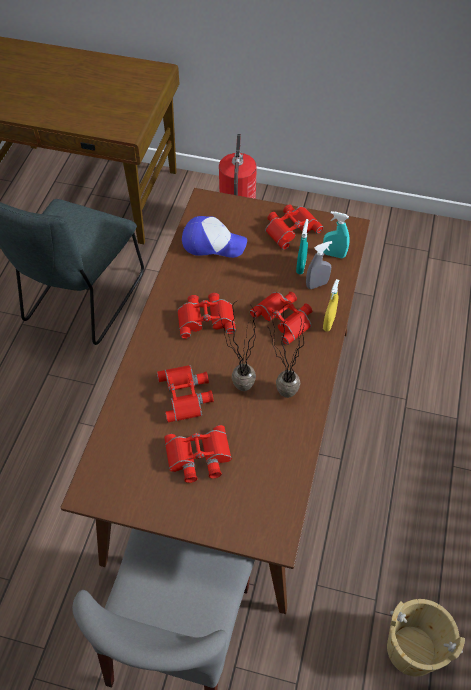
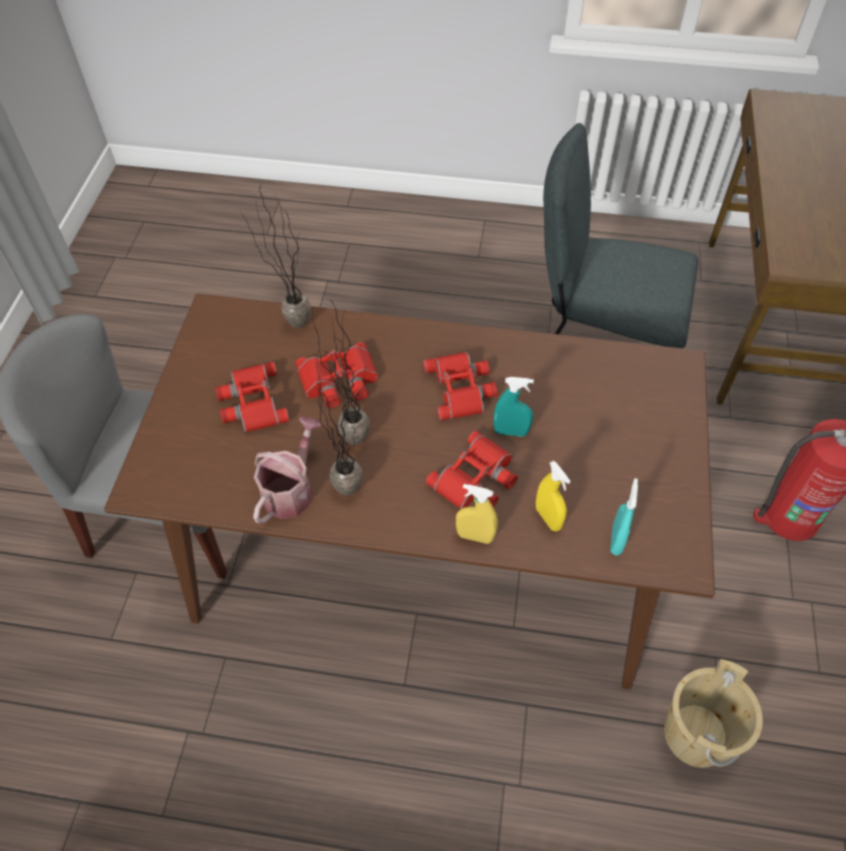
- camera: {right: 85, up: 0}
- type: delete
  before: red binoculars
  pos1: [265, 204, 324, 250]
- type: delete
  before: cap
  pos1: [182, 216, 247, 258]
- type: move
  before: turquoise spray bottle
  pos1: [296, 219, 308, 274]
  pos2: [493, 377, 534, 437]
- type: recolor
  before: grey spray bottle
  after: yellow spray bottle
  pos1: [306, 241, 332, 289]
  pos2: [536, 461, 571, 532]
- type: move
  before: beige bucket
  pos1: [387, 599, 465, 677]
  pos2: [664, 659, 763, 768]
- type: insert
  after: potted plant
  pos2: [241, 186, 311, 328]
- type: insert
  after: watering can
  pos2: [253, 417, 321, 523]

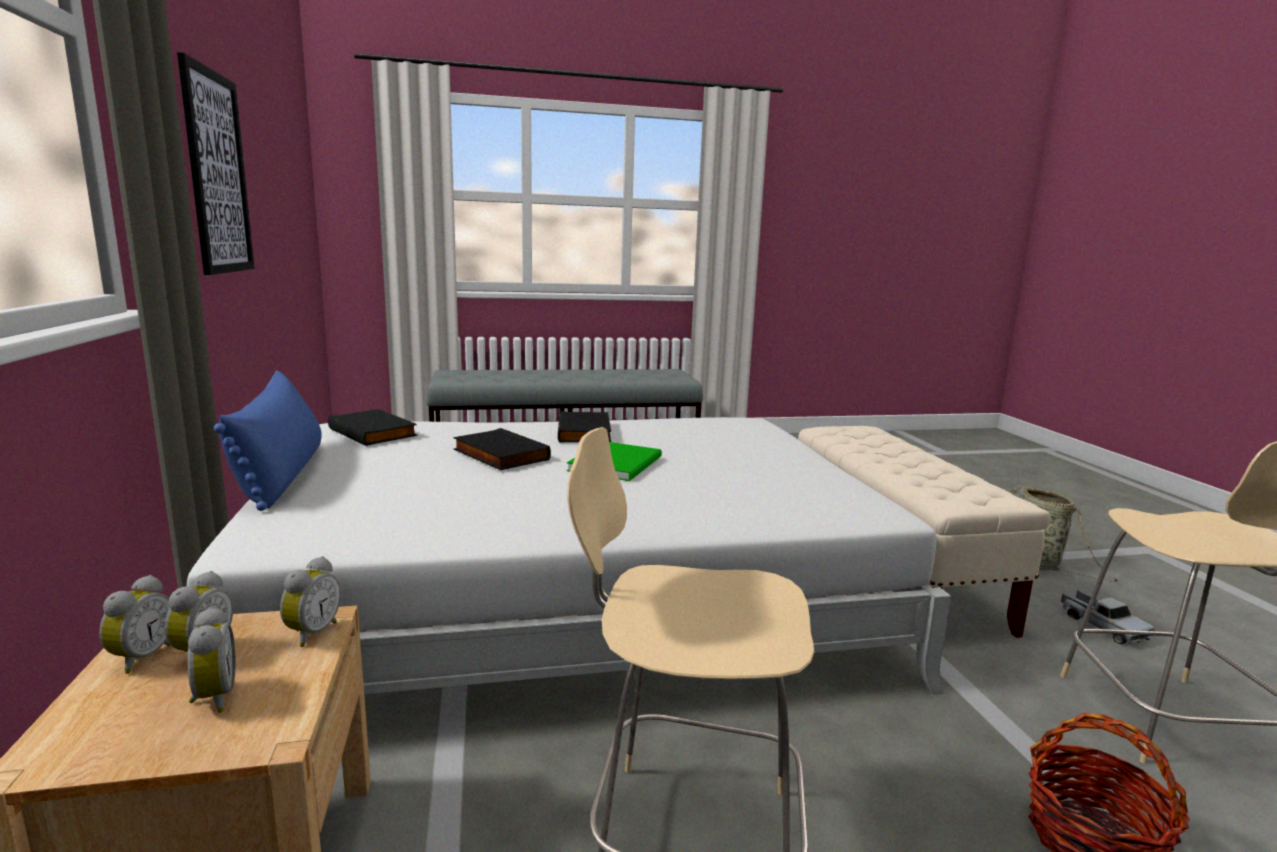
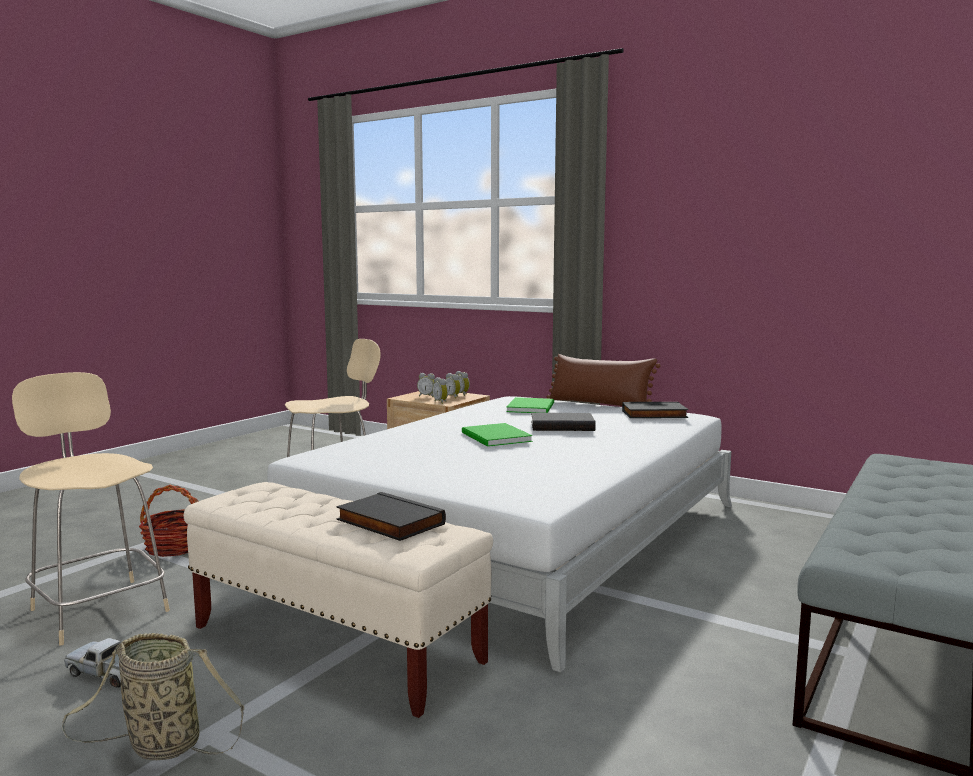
- camera: {right: 135, up: -5}
- type: delete
  before: picture
  pos1: [177, 52, 255, 275]
- type: recolor
  before: blue pillow
  after: brown pillow
  pos1: [214, 370, 322, 511]
  pos2: [547, 354, 660, 406]
- type: move
  before: black book
  pos1: [558, 411, 611, 443]
  pos2: [336, 492, 446, 541]
- type: insert
  after: green book
  pos2: [506, 397, 554, 413]

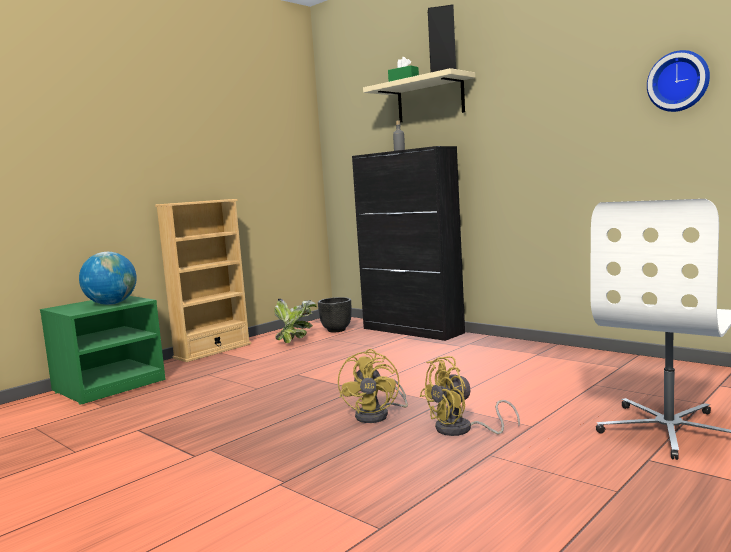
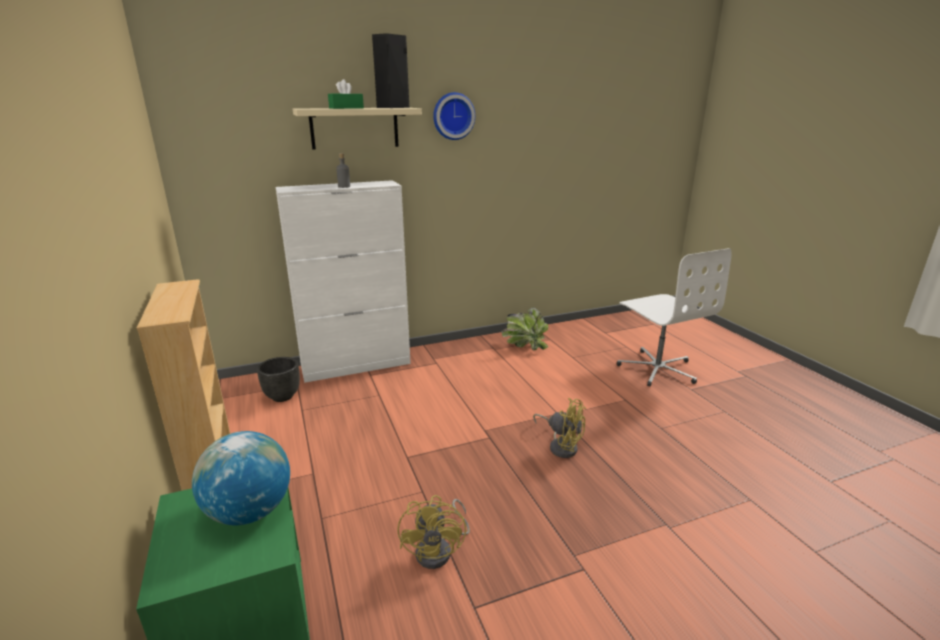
- camera: {right: -65, up: 15}
- type: move
  before: wall clock
  pos1: [647, 50, 710, 112]
  pos2: [433, 92, 475, 140]
- type: recolor
  before: black cabinet
  after: white cabinet
  pos1: [352, 146, 465, 341]
  pos2: [276, 180, 411, 383]
- type: move
  before: potted plant
  pos1: [274, 298, 317, 343]
  pos2: [501, 307, 549, 350]
- type: move
  before: yellow fan
  pos1: [420, 356, 520, 436]
  pos2: [397, 495, 470, 569]

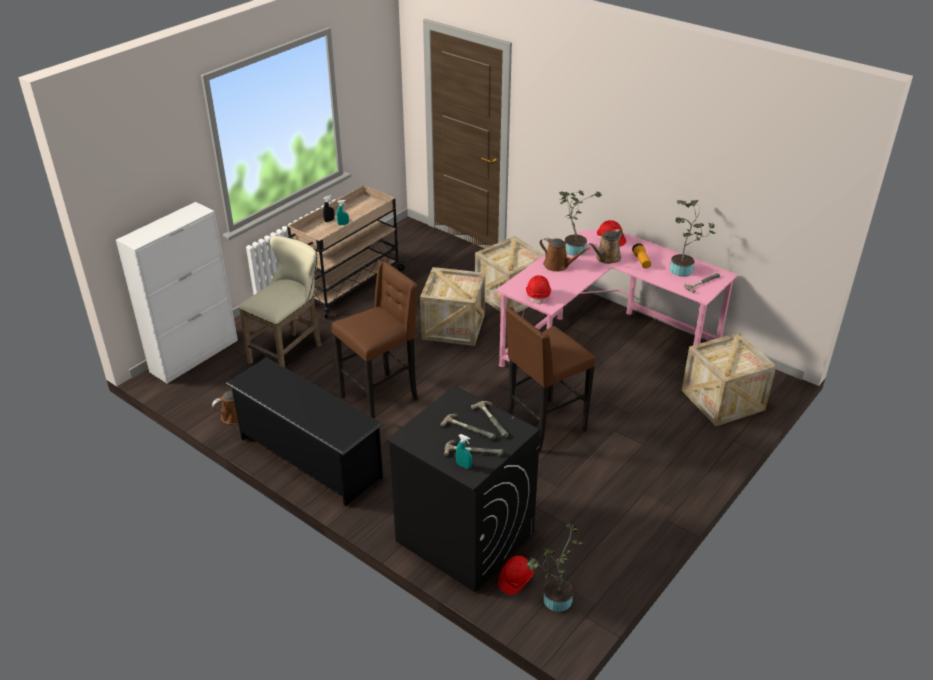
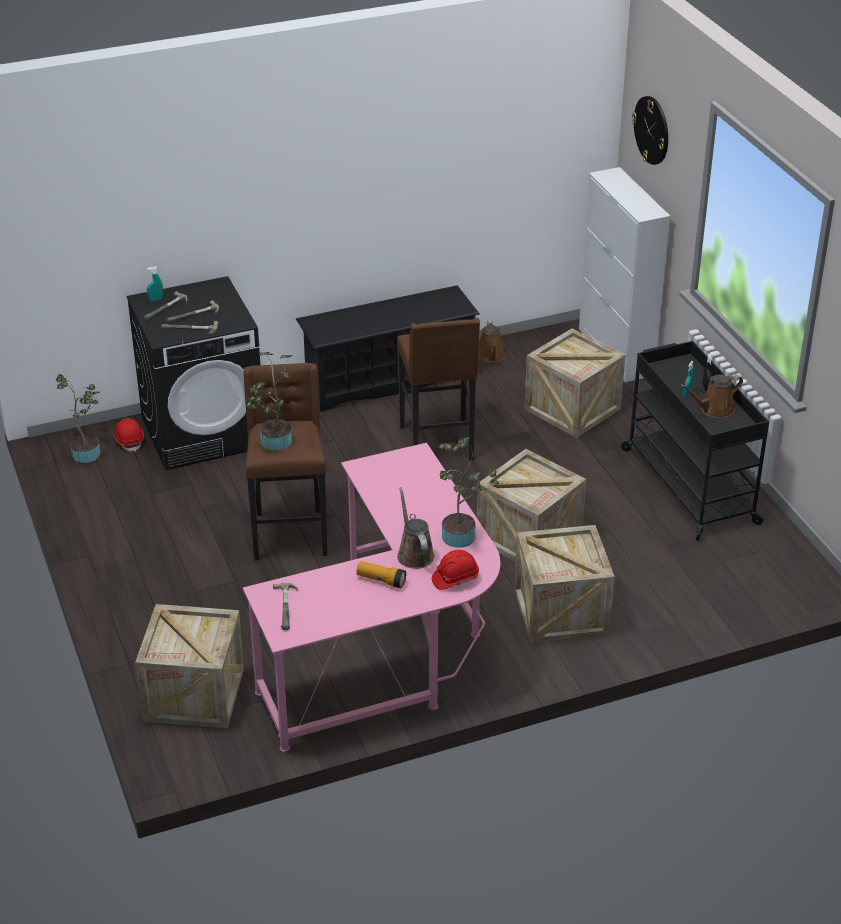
- camera: {right: 120, up: 0}
- type: recolor
  before: beige cart
  after: black cart
  pos1: [287, 185, 406, 318]
  pos2: [621, 341, 769, 541]
- type: move
  before: potted plant
  pos1: [670, 200, 715, 277]
  pos2: [245, 352, 293, 451]
- type: replace
  before: beige stool
  after: crate
  pos1: [239, 236, 322, 368]
  pos2: [524, 328, 625, 438]
- type: move
  before: brown watering can
  pos1: [540, 237, 590, 272]
  pos2: [680, 374, 743, 418]
- type: delete
  before: red hard hat
  pos1: [526, 275, 551, 305]
- type: insert
  after: wall clock
  pos2: [632, 96, 668, 165]

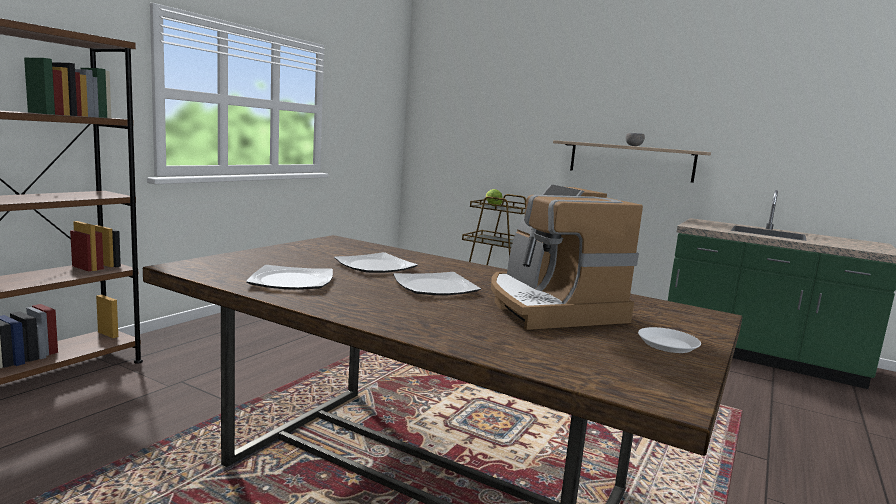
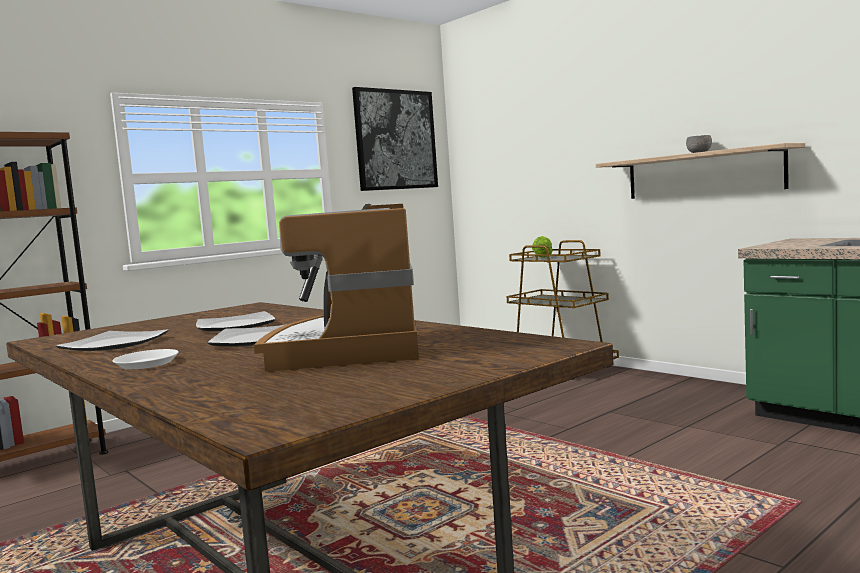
- camera: {right: 20, up: -5}
- type: move
  before: white plate
  pos1: [638, 327, 701, 353]
  pos2: [112, 349, 179, 369]
- type: insert
  after: picture
  pos2: [352, 87, 438, 191]

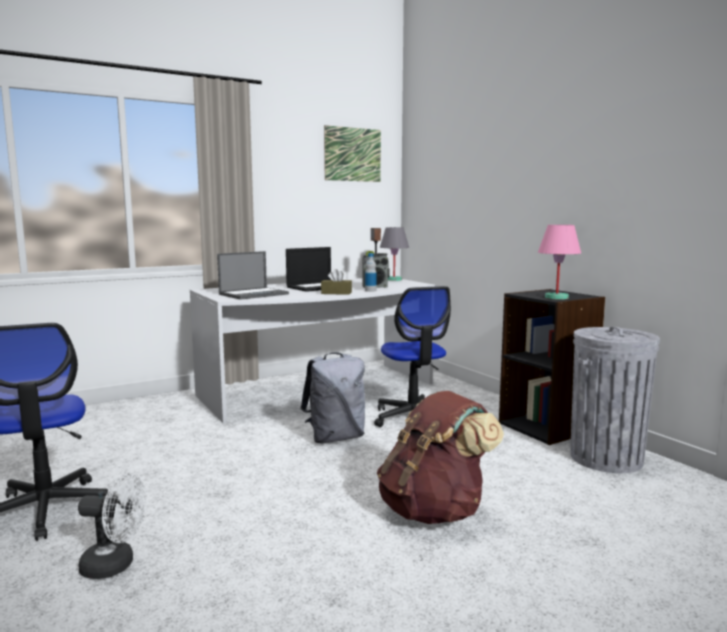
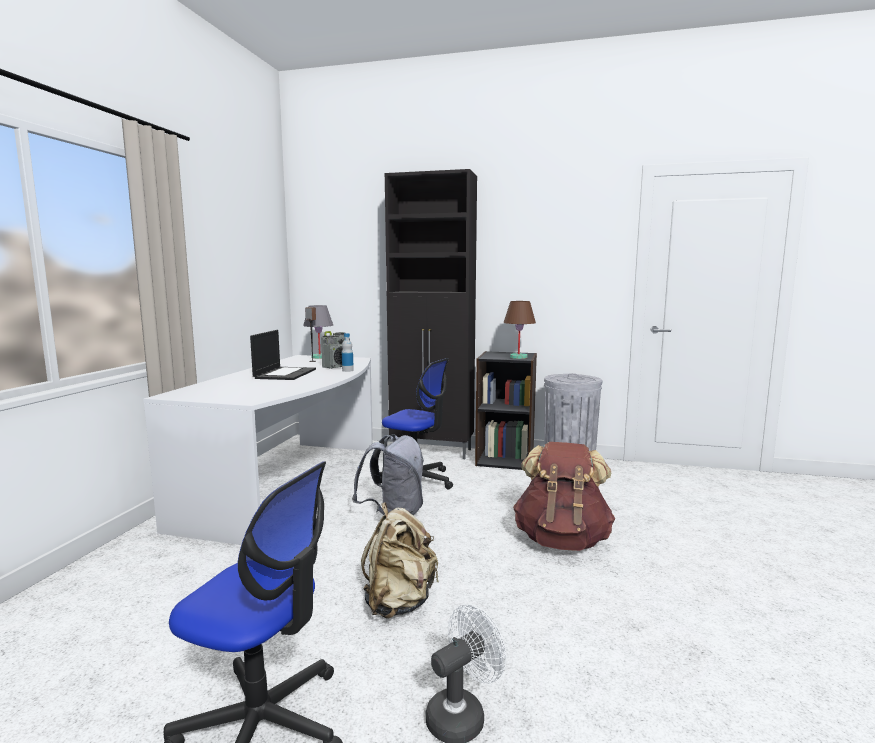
- camera: {right: -45, up: 0}
- type: delete
  before: picture
  pos1: [324, 125, 381, 182]
- type: recolor
  before: pink table lamp
  after: brown table lamp
  pos1: [538, 225, 581, 300]
  pos2: [504, 301, 536, 359]
- type: delete
  before: laptop
  pos1: [217, 251, 289, 300]
- type: delete
  before: brown tissue box
  pos1: [321, 269, 352, 295]
- type: insert
  after: black cabinet
  pos2: [385, 169, 477, 459]
- type: insert
  after: beige backpack
  pos2: [361, 502, 439, 619]

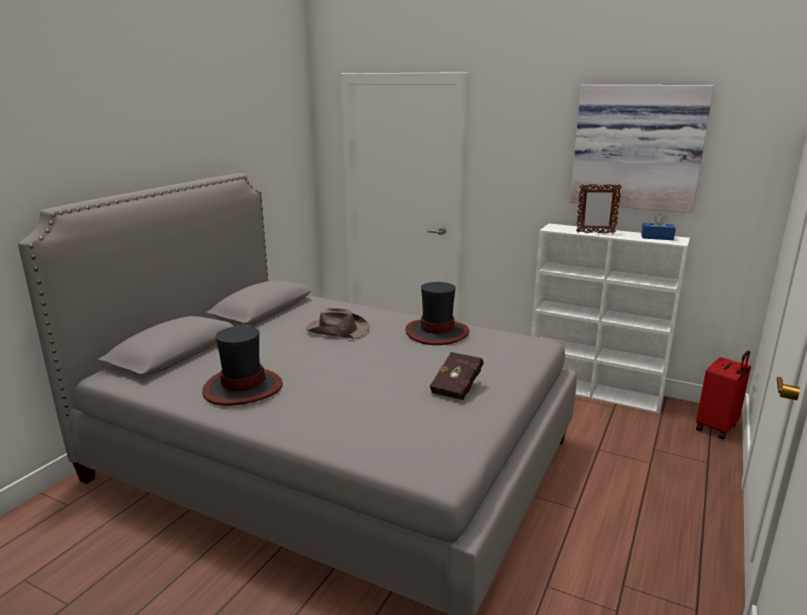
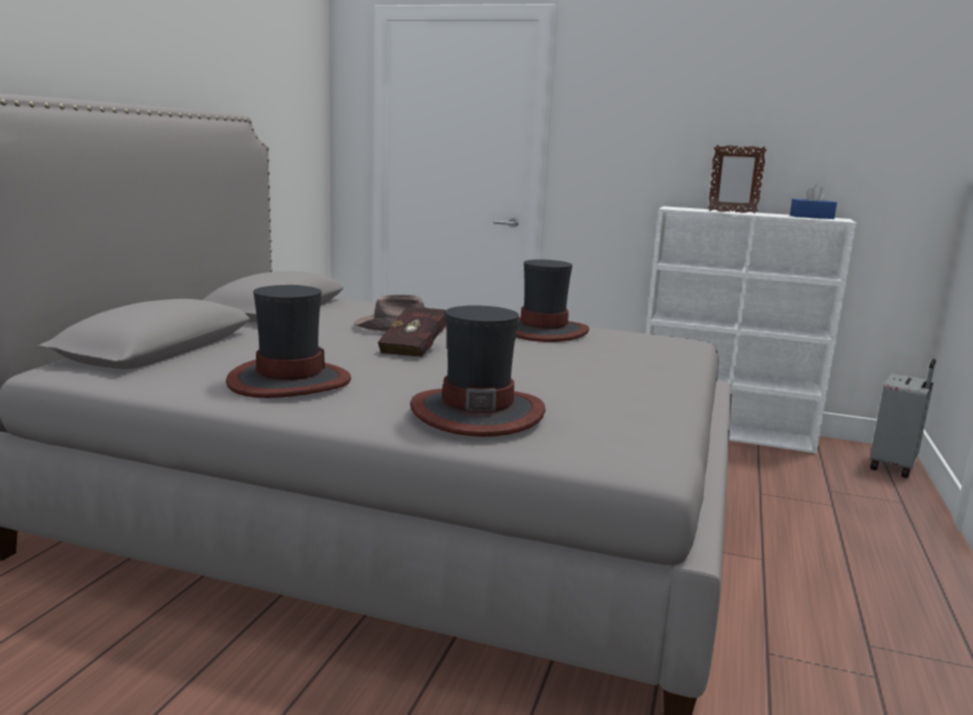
- camera: {right: -10, up: -5}
- type: delete
  before: picture
  pos1: [570, 85, 714, 213]
- type: recolor
  before: red suitcase
  after: grey suitcase
  pos1: [696, 351, 751, 439]
  pos2: [870, 359, 936, 478]
- type: move
  before: red book
  pos1: [430, 352, 484, 400]
  pos2: [378, 306, 446, 357]
- type: insert
  after: hat
  pos2: [410, 305, 546, 437]

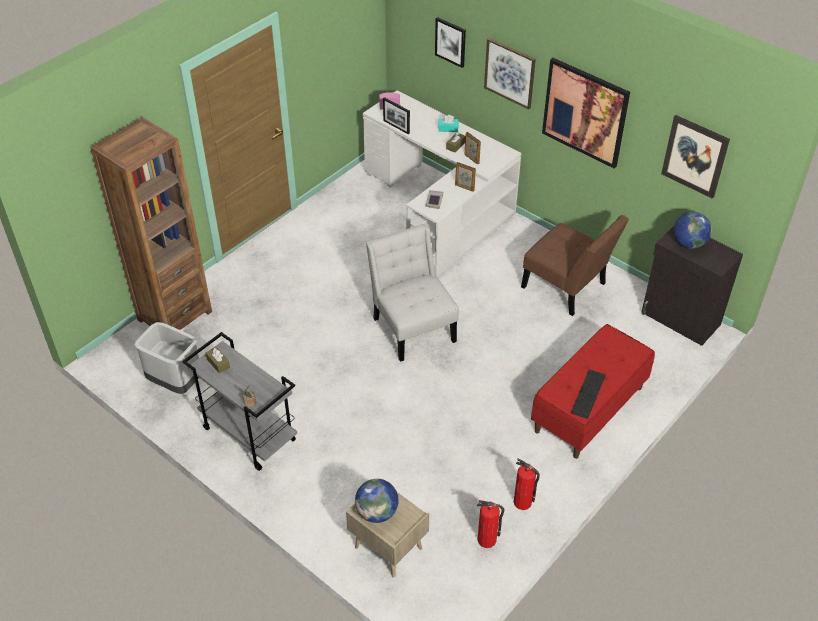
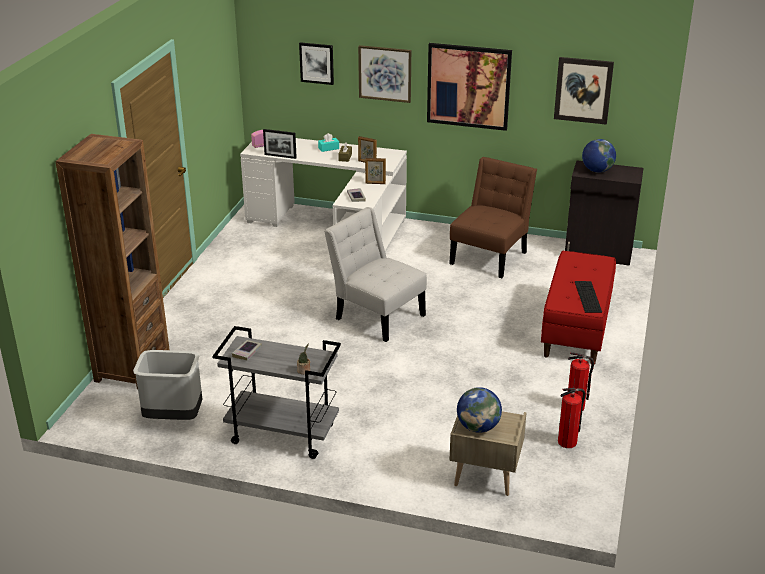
- camera: {right: -25, up: -15}
- type: rotate
  before: brown chair
  pos1: [521, 215, 629, 316]
  pos2: [449, 157, 537, 278]
  turn: -75
- type: replace
  before: brown tissue box
  after: book
  pos1: [206, 347, 230, 374]
  pos2: [232, 340, 262, 360]

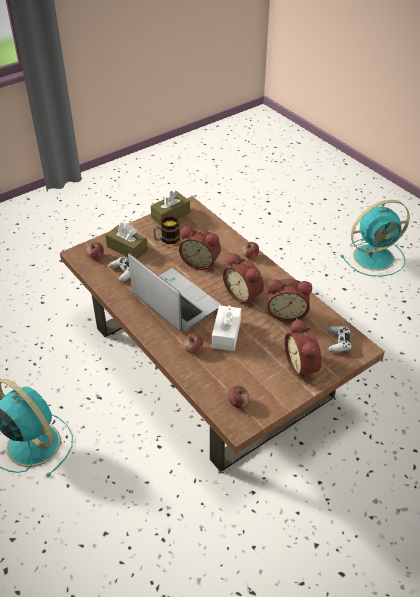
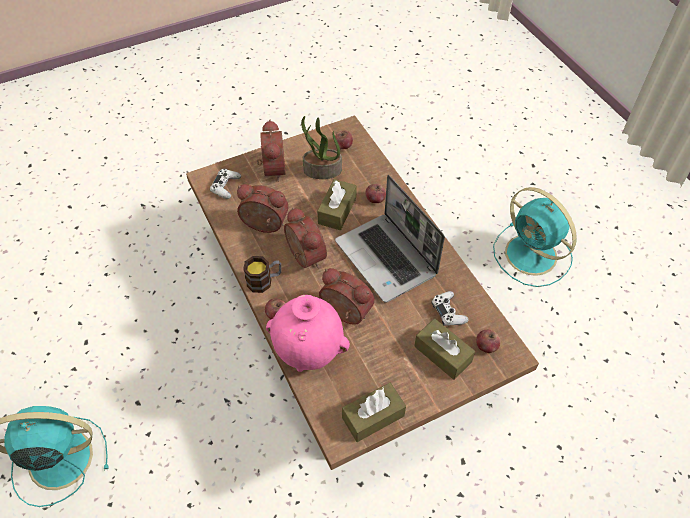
- camera: {right: -170, up: 10}
- type: move
  before: mug
  pos1: [153, 216, 180, 244]
  pos2: [243, 256, 281, 293]
- type: recolor
  before: white tissue box
  after: brown tissue box
  pos1: [212, 305, 241, 351]
  pos2: [317, 179, 357, 230]
- type: insert
  after: potted plant
  pos2: [301, 116, 342, 179]
- type: insert
  after: pink vase
  pos2: [266, 295, 350, 372]

